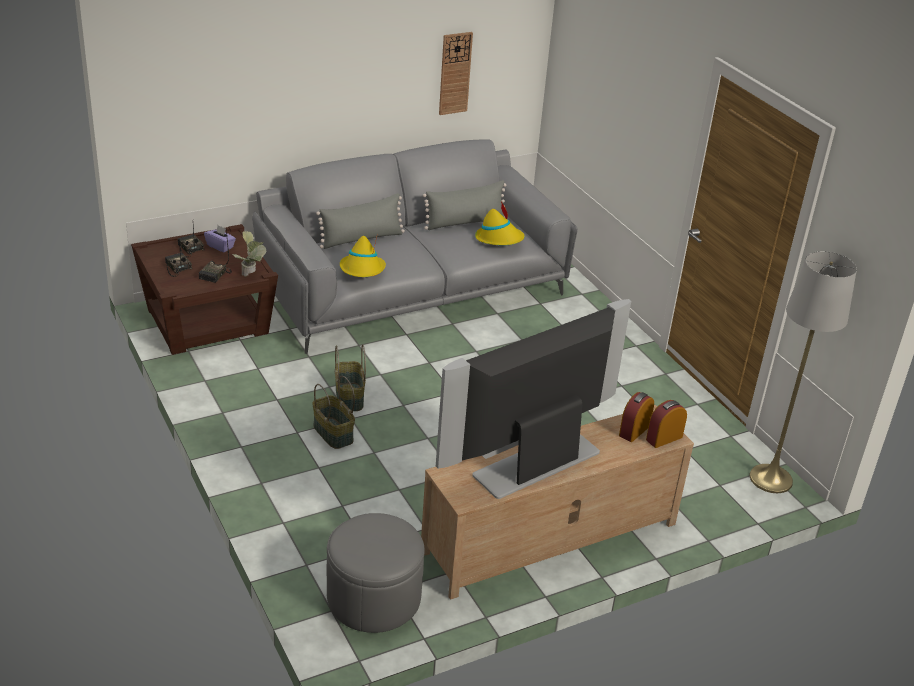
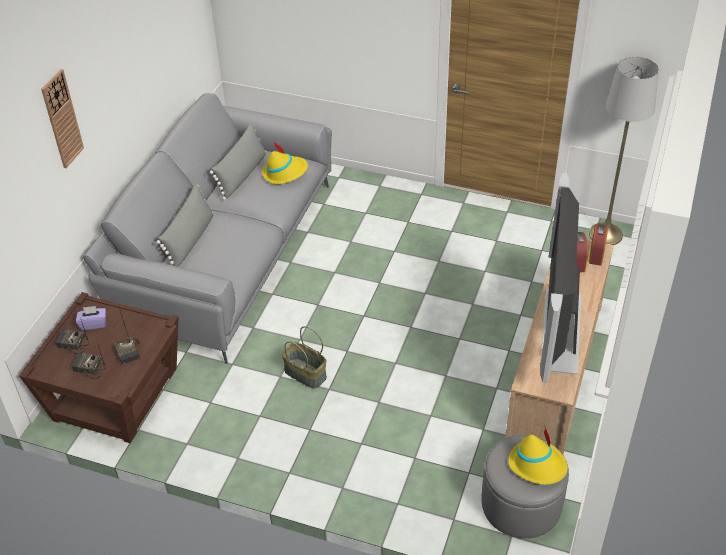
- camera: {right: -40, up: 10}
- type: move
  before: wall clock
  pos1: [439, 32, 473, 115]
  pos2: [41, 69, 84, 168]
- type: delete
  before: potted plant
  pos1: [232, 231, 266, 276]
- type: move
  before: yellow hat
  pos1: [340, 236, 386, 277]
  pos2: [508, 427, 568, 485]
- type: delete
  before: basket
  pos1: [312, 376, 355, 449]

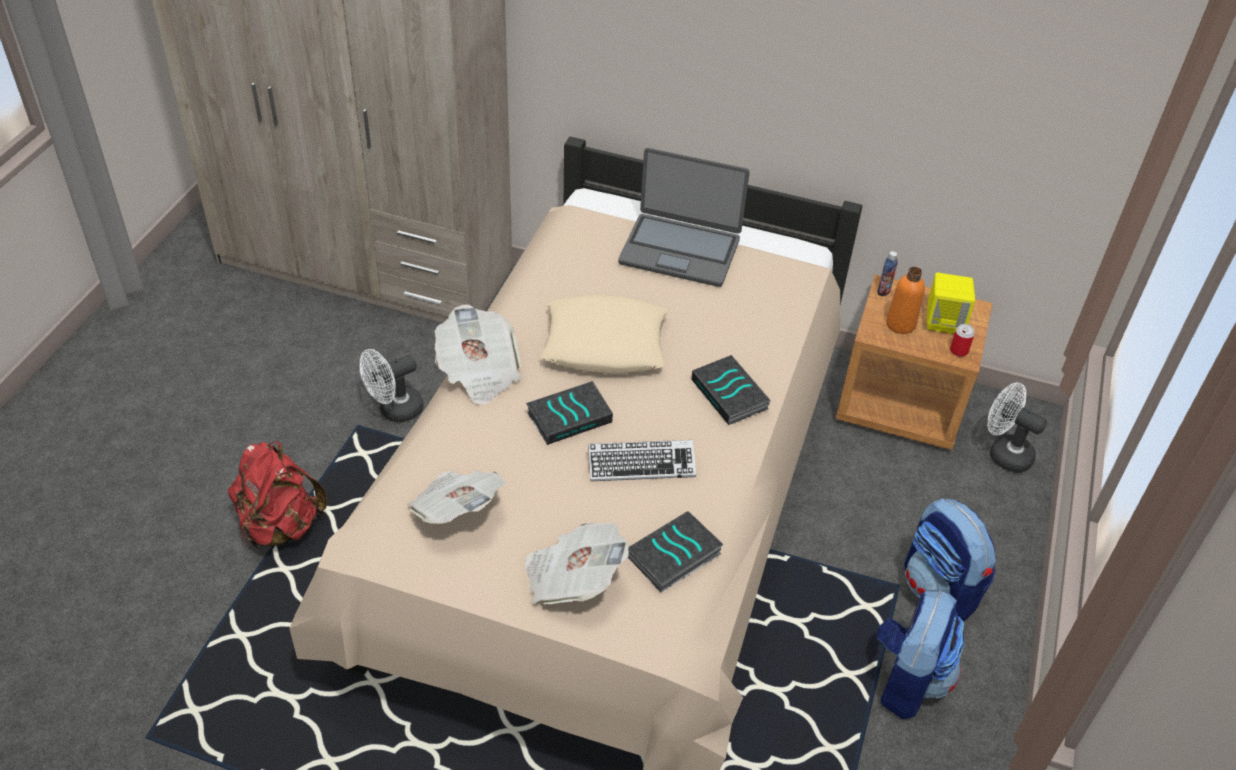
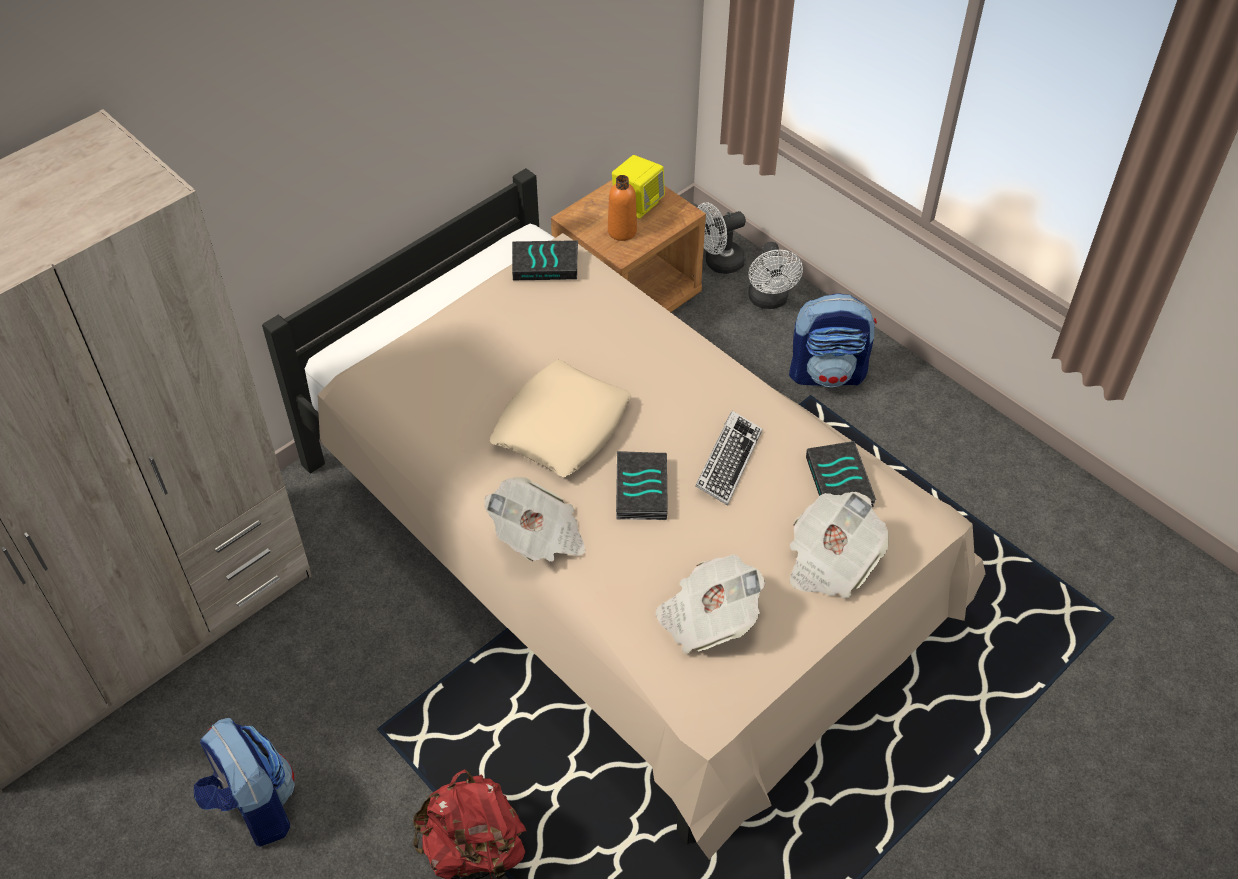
- camera: {right: -60, up: 5}
- type: delete
  before: laptop
  pos1: [618, 148, 750, 287]
- type: delete
  before: bottle
  pos1: [877, 251, 898, 296]
- type: delete
  before: can
  pos1: [950, 324, 975, 357]
- type: move
  before: white fan
  pos1: [360, 349, 424, 422]
  pos2: [748, 242, 803, 309]
- type: move
  before: book
  pos1: [691, 355, 771, 425]
  pos2: [512, 240, 578, 280]
- type: move
  before: backpack
  pos1: [876, 591, 964, 719]
  pos2: [194, 718, 295, 847]

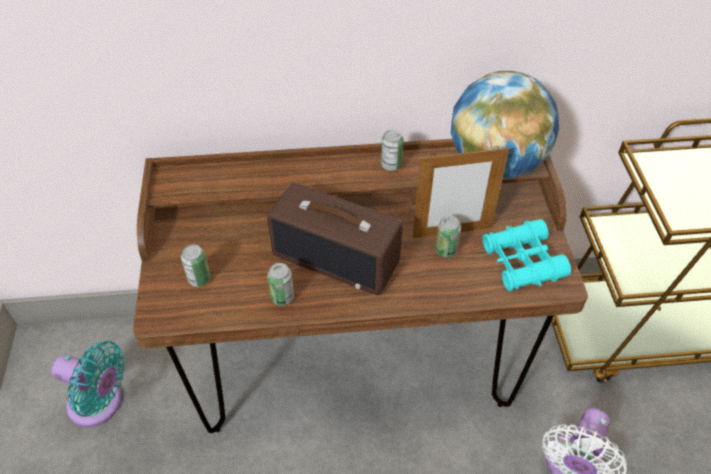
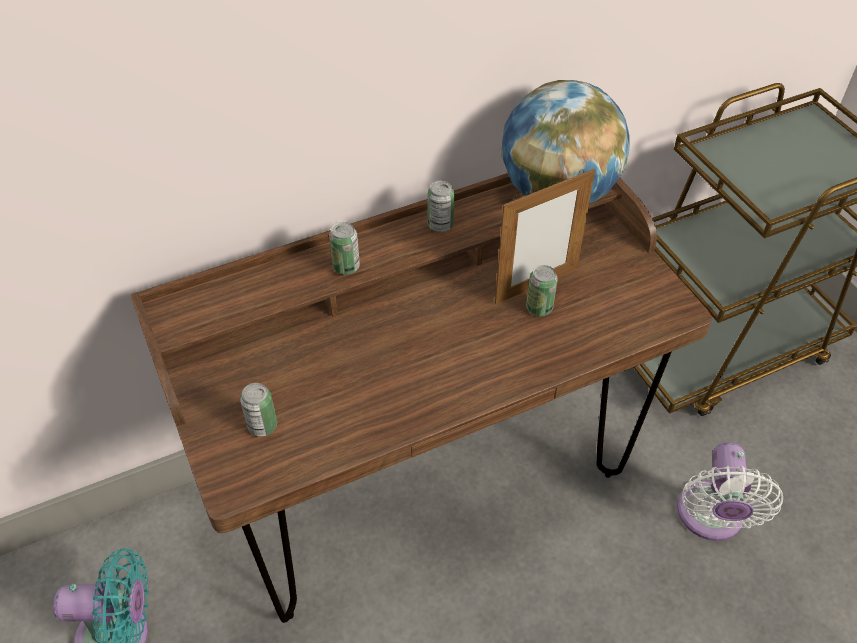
- camera: {right: -20, up: 0}
- type: delete
  before: radio
  pos1: [267, 183, 403, 295]
- type: delete
  before: turquoise binoculars
  pos1: [483, 219, 571, 291]
- type: move
  before: can
  pos1: [267, 263, 294, 306]
  pos2: [329, 222, 360, 275]

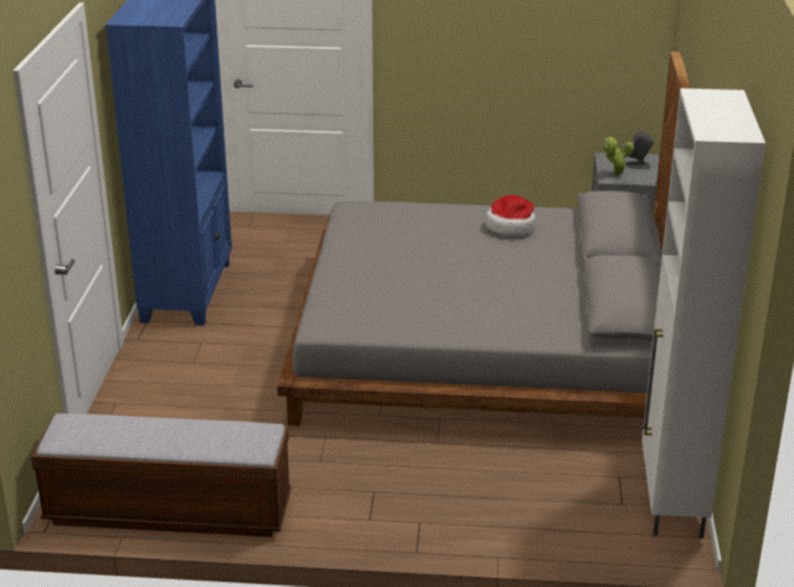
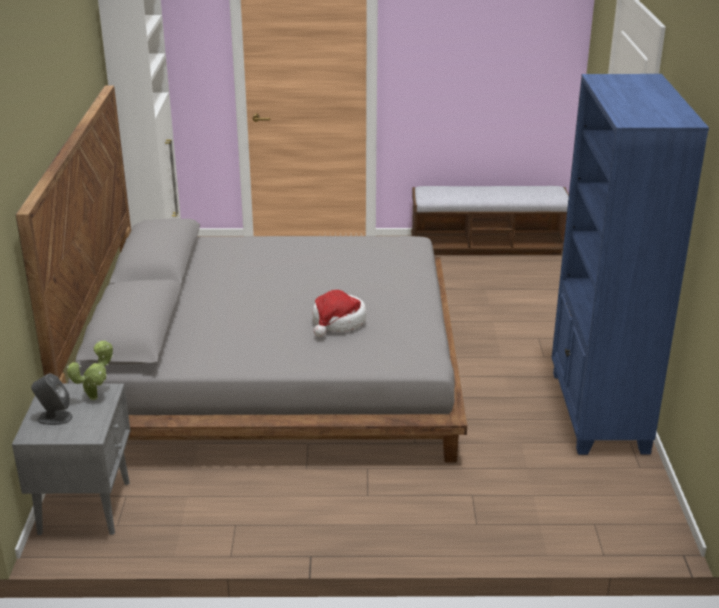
- camera: {right: 175, up: 0}
- type: move
  before: hat
  pos1: [486, 195, 536, 236]
  pos2: [313, 290, 366, 337]

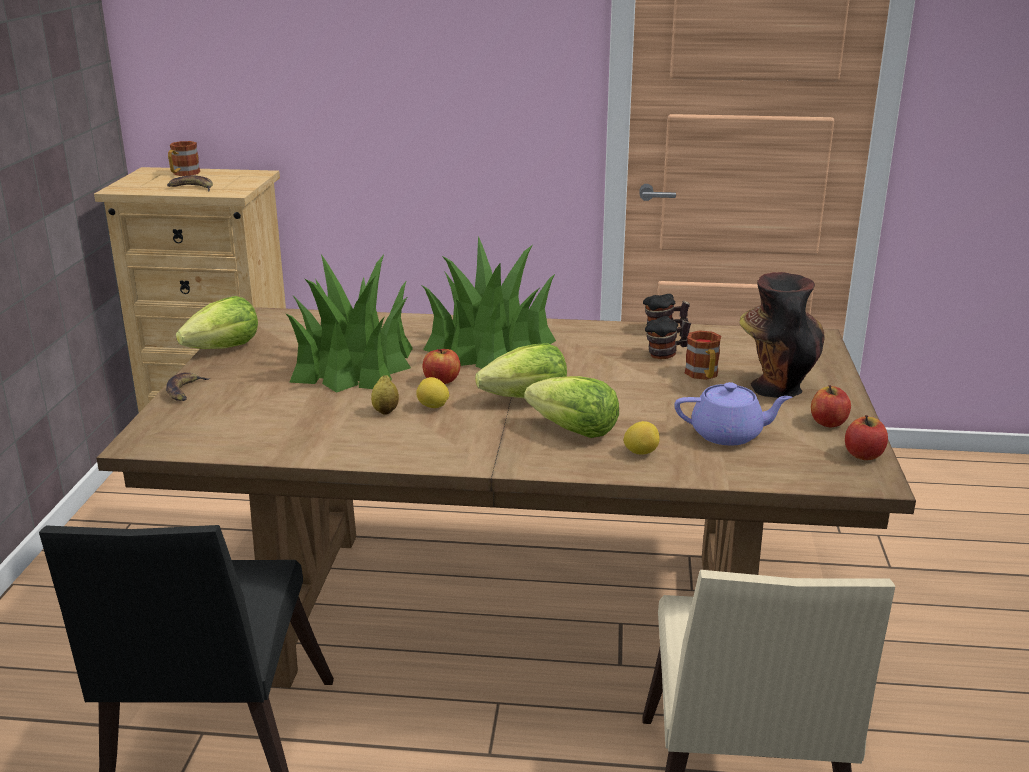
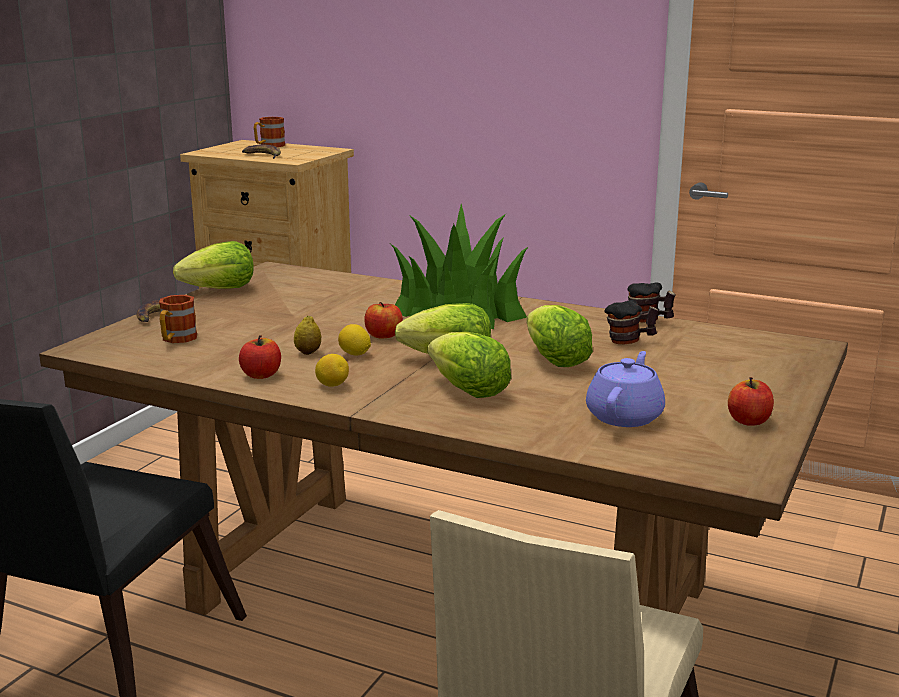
- camera: {right: 20, up: -5}
- type: delete
  before: potted plant
  pos1: [285, 254, 413, 393]
- type: delete
  before: vase
  pos1: [739, 272, 825, 398]
- type: move
  before: mug
  pos1: [685, 330, 721, 380]
  pos2: [159, 295, 197, 343]
- type: rotate
  before: purple teapot
  pos1: [674, 382, 792, 446]
  pos2: [586, 351, 665, 427]
  turn: -90
- type: move
  before: apple
  pos1: [845, 415, 888, 460]
  pos2: [239, 335, 281, 379]
- type: move
  before: lemon
  pos1: [623, 421, 660, 455]
  pos2: [315, 354, 349, 387]
- type: insert
  after: lettuce
  pos2: [526, 305, 593, 367]

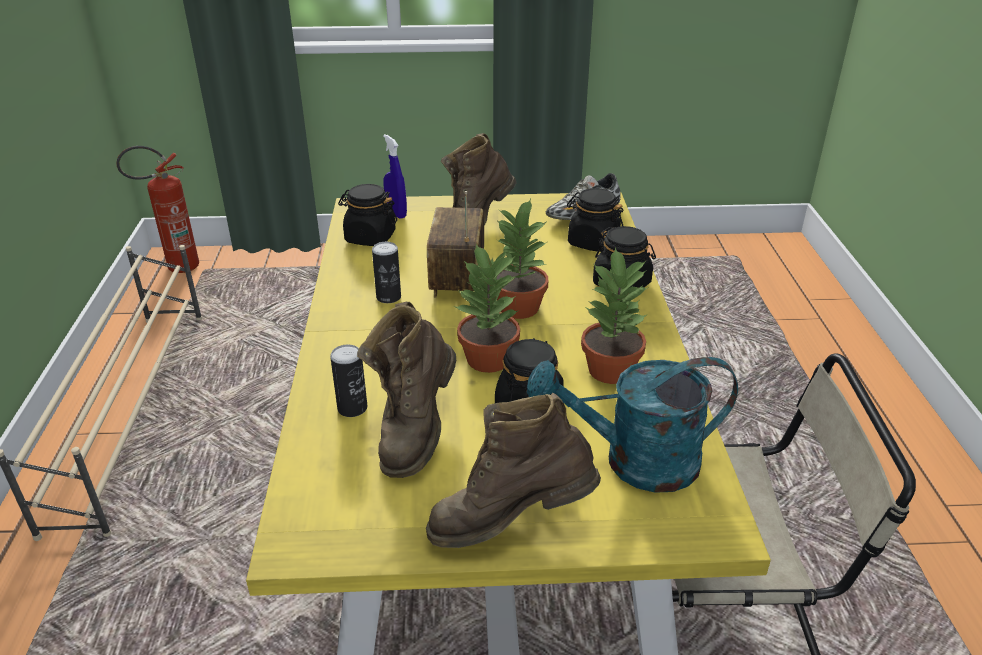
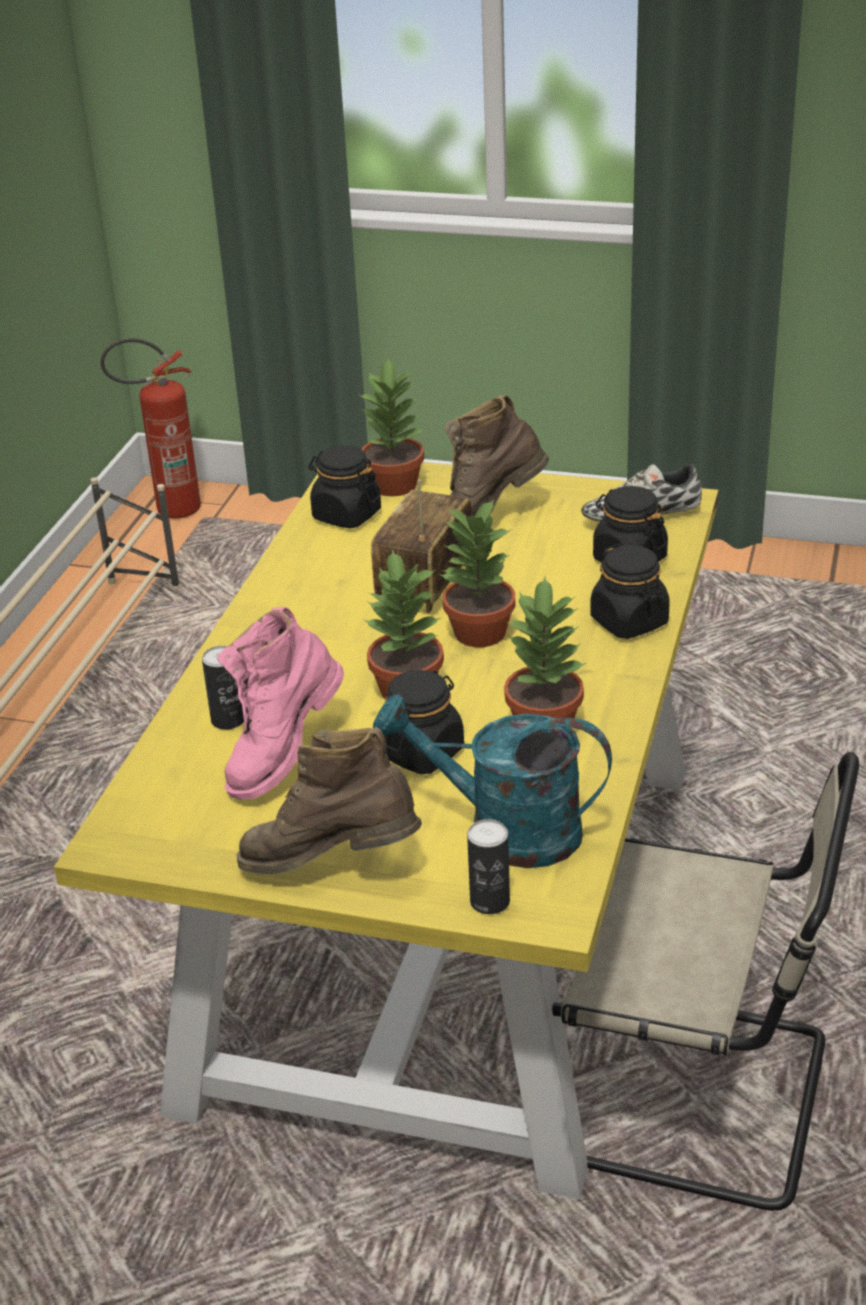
- camera: {right: 20, up: 0}
- type: replace
  before: blue spray bottle
  after: potted plant
  pos1: [383, 134, 407, 219]
  pos2: [359, 357, 425, 496]
- type: move
  before: can
  pos1: [372, 242, 401, 303]
  pos2: [467, 819, 510, 914]
- type: recolor
  before: brown boot
  after: pink boot
  pos1: [357, 302, 456, 478]
  pos2: [218, 607, 344, 800]

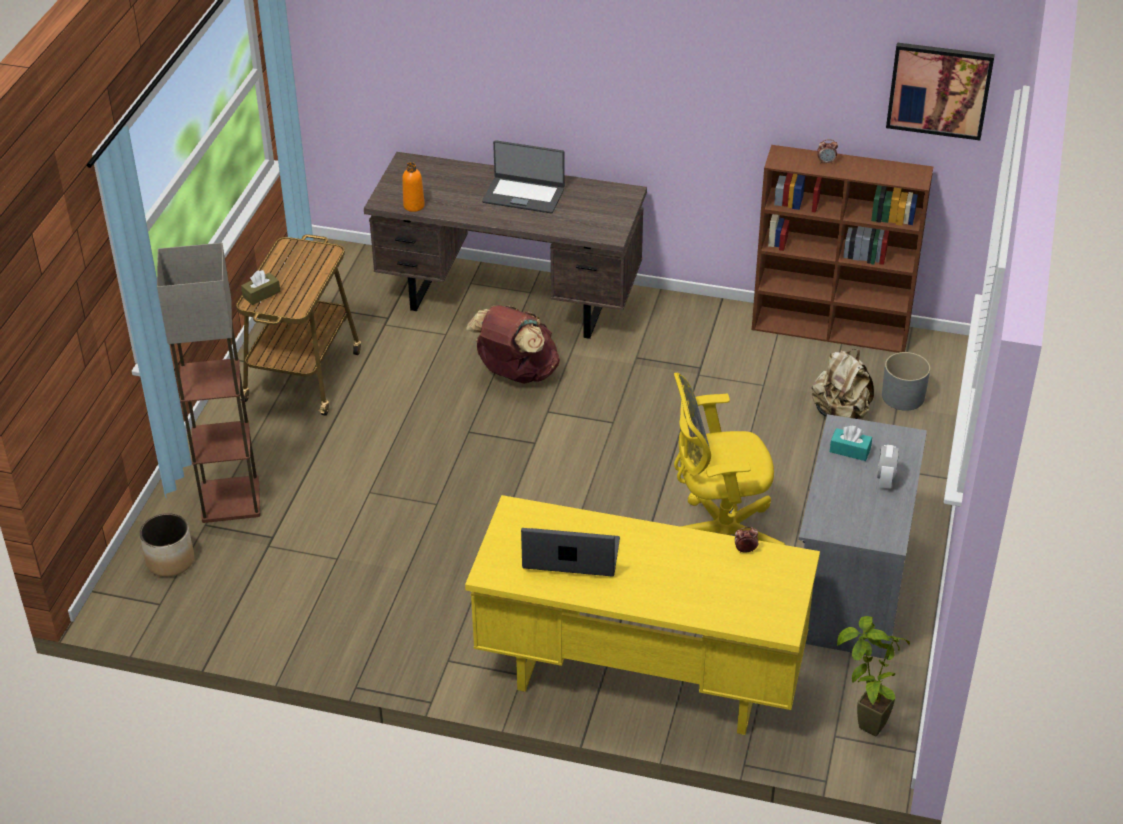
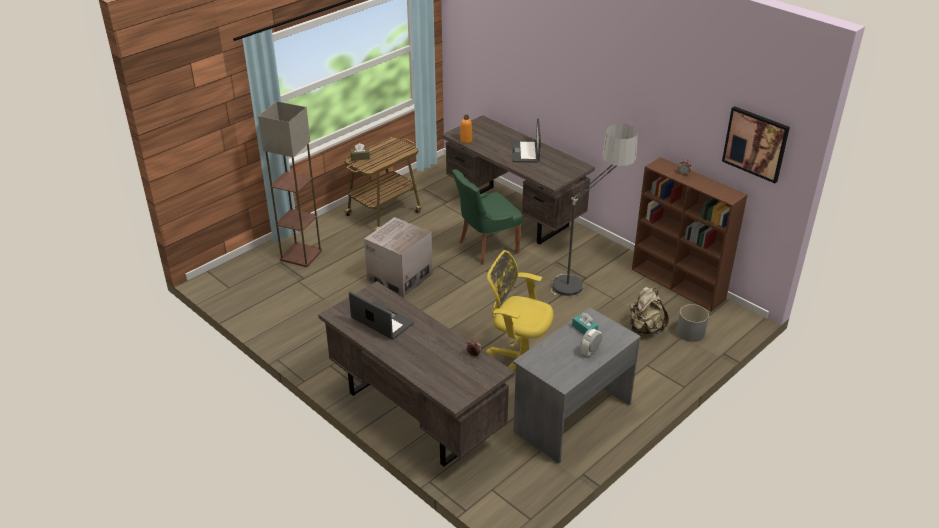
- camera: {right: 30, up: -5}
- type: rotate
  before: laptop
  pos1: [482, 140, 565, 214]
  pos2: [512, 118, 541, 162]
  turn: 45
- type: replace
  before: brown backpack
  after: green chair
  pos1: [466, 305, 560, 384]
  pos2: [452, 169, 523, 265]
- type: recolor
  before: yellow desk
  after: brown desk
  pos1: [465, 495, 820, 735]
  pos2: [318, 281, 515, 467]
- type: delete
  before: planter
  pos1: [140, 513, 194, 577]
- type: delete
  before: potted plant
  pos1: [837, 616, 910, 736]
- type: insert
  after: floor lamp
  pos2: [551, 124, 638, 296]
- type: insert
  after: cardboard box
  pos2: [364, 217, 433, 298]

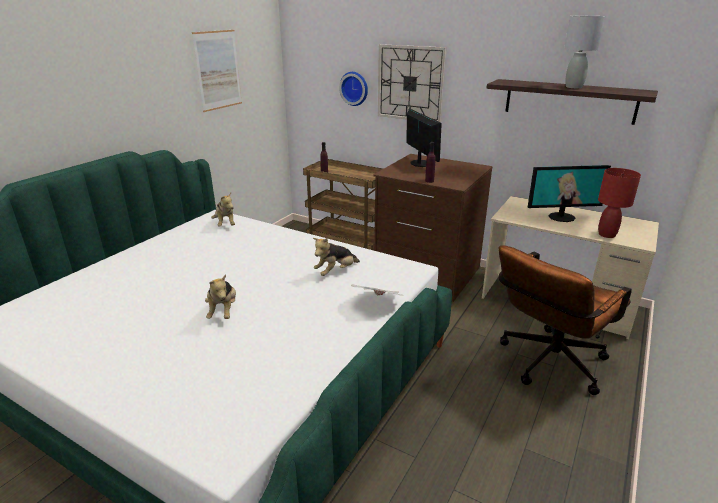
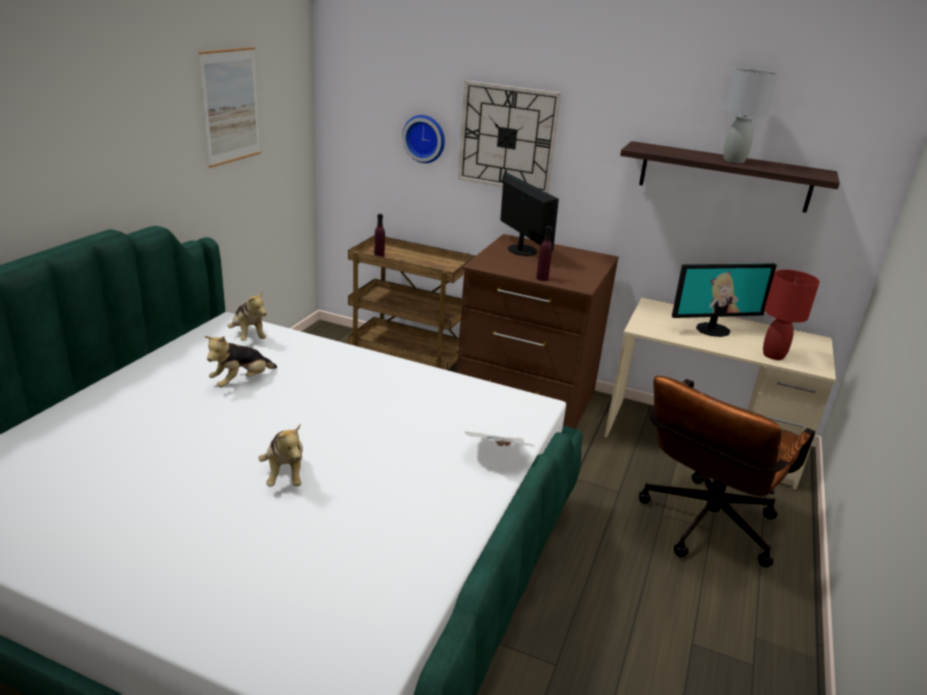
- camera: {right: -10, up: 0}
- type: move
  before: plush toy
  pos1: [313, 238, 360, 276]
  pos2: [204, 336, 277, 387]

